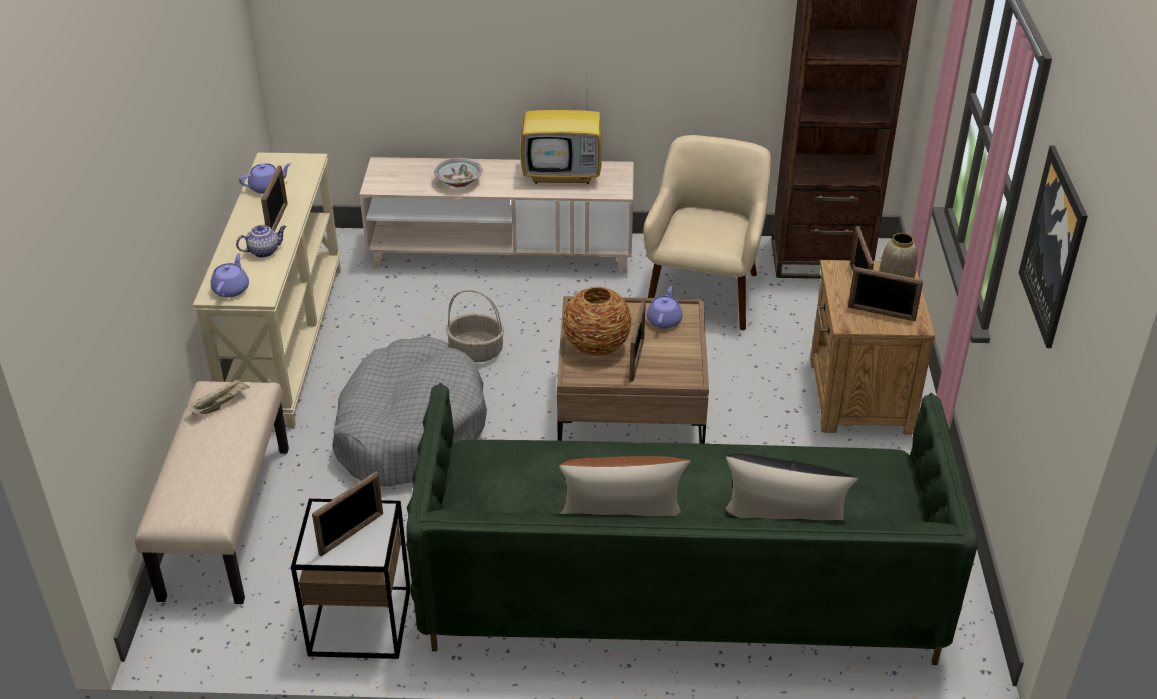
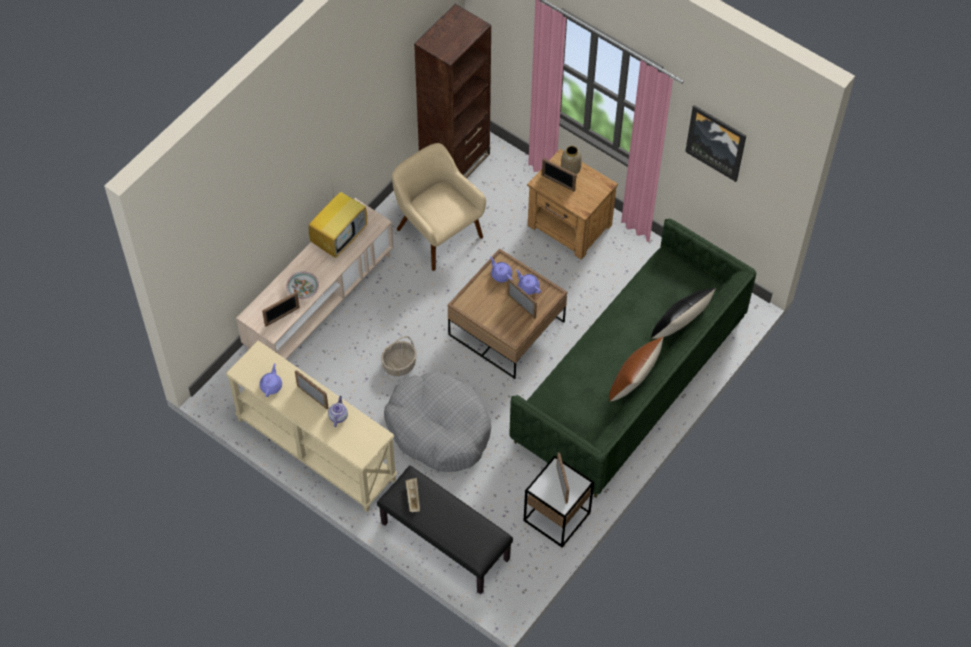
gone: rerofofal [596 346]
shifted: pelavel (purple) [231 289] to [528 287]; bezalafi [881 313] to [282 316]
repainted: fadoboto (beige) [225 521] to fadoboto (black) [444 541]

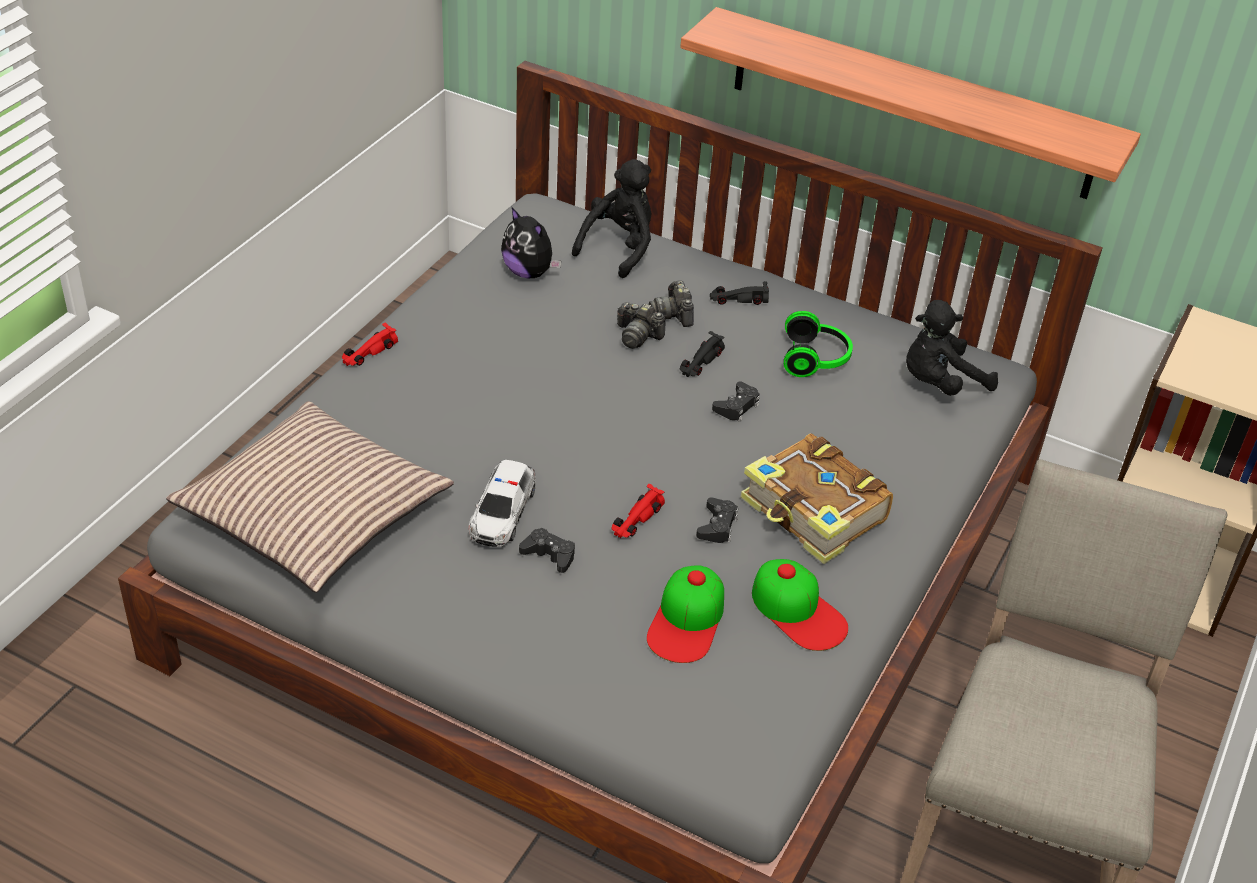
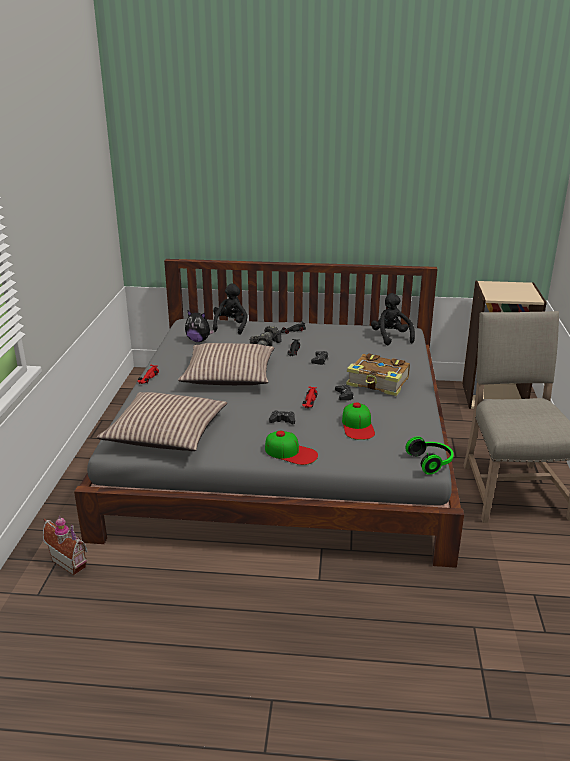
gone: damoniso [502 512]; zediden [911 104]
new: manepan [71 561]; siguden [229 375]
shifted: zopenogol [798 611] to [291 452]; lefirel [816 359] to [431 462]
rotated: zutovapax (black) [939 383] = [391 337] 120 degrees clockwise

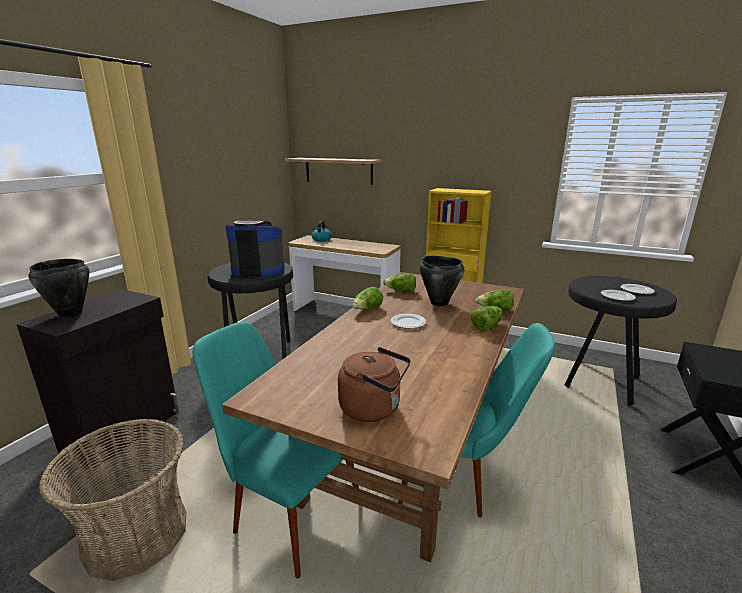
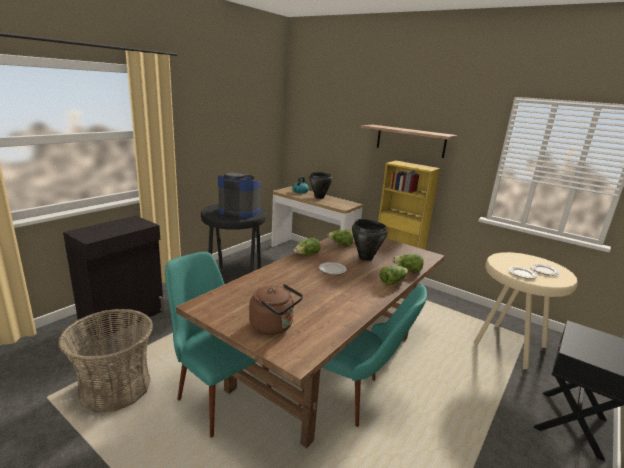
shifted: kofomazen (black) [70 313] to [319 197]; zediden [338 171] to [410 141]
repainted: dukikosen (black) [600 383] to dukikosen (beige) [508 346]

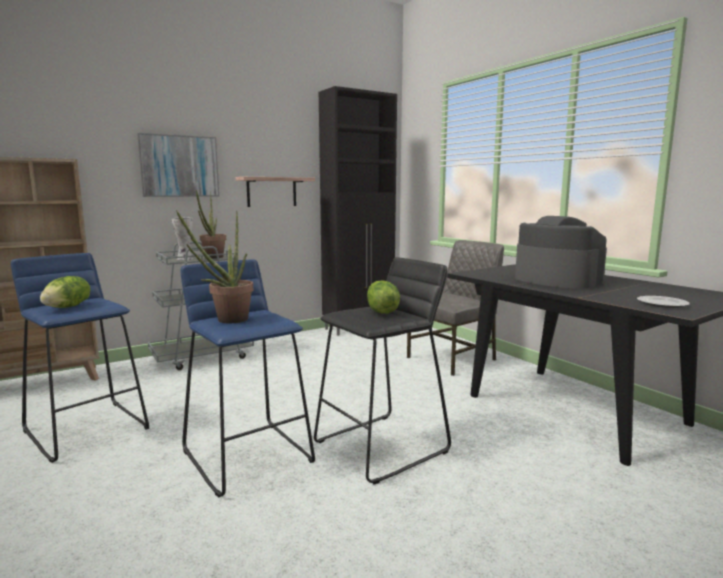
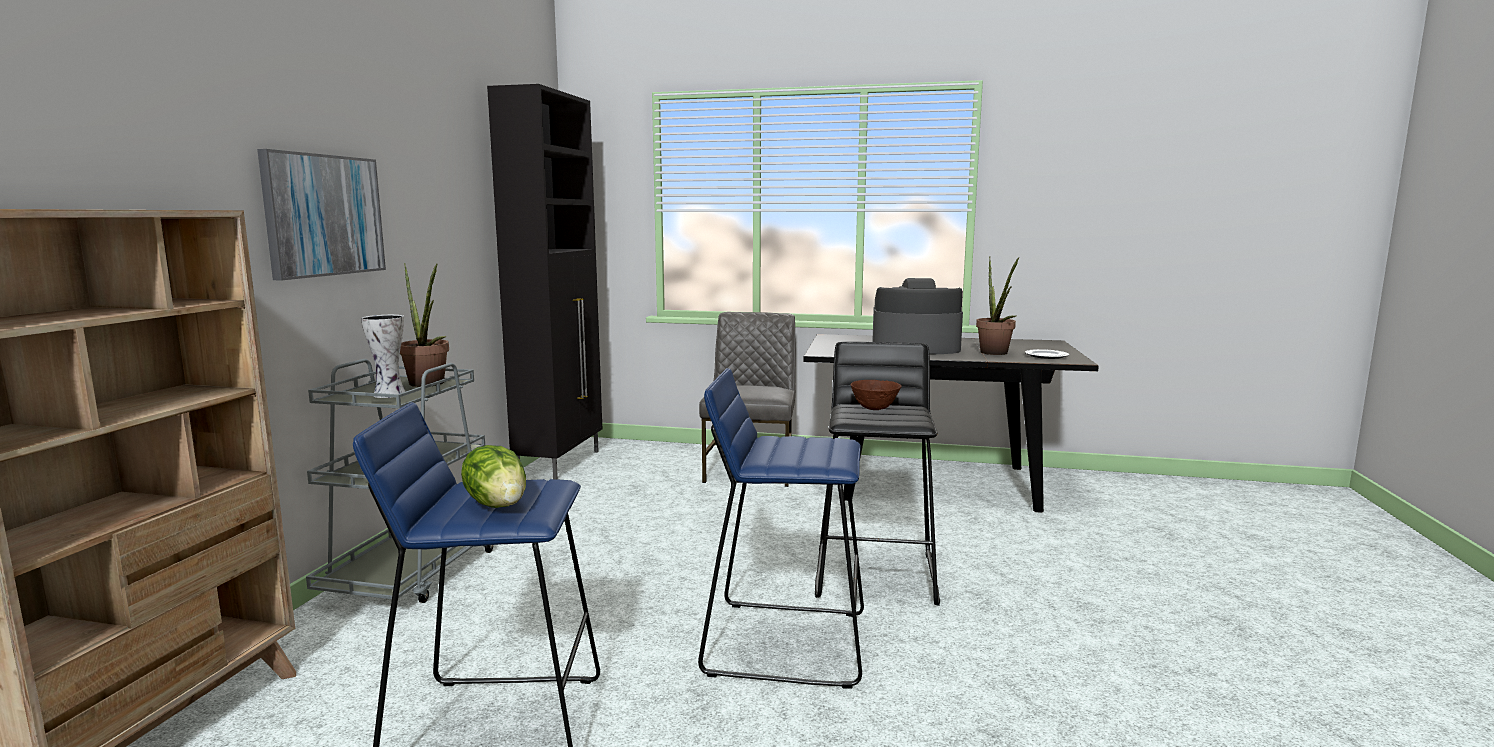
gone: zediden [271 192]
shifted: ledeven [227 321] to [996 353]
swapped: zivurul [381 311] to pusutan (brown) [875 409]

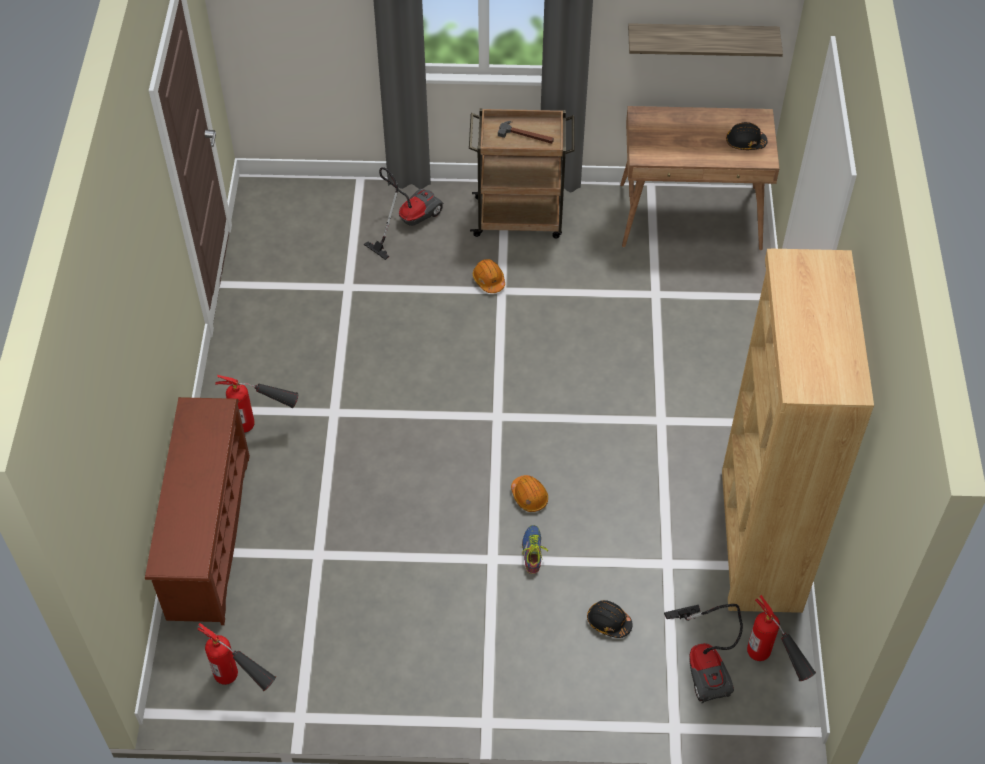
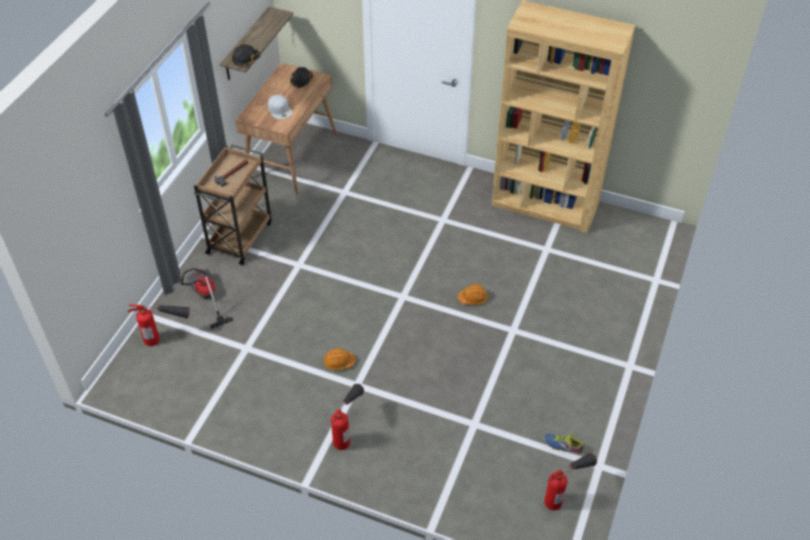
gone: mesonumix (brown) [207 535]; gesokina [705 663]
new: zopenogol (white) [280 109]
shifted: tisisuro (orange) [489 280] to [339 362]; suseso [532 551] to [563 445]; tisisuro (black) [608 622] to [245 60]; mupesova [773 668] to [166 337]

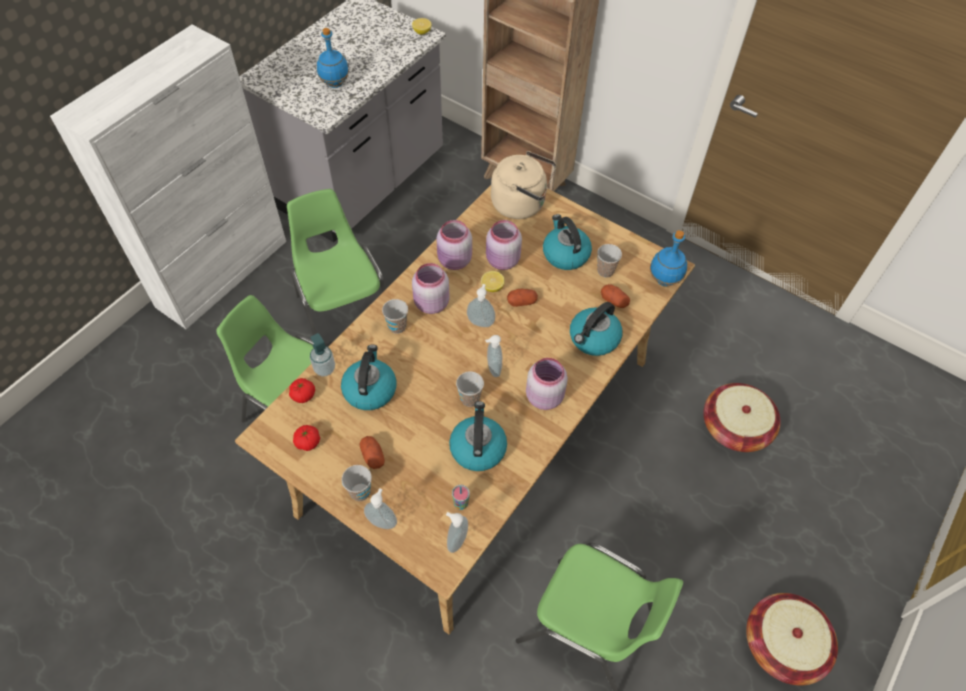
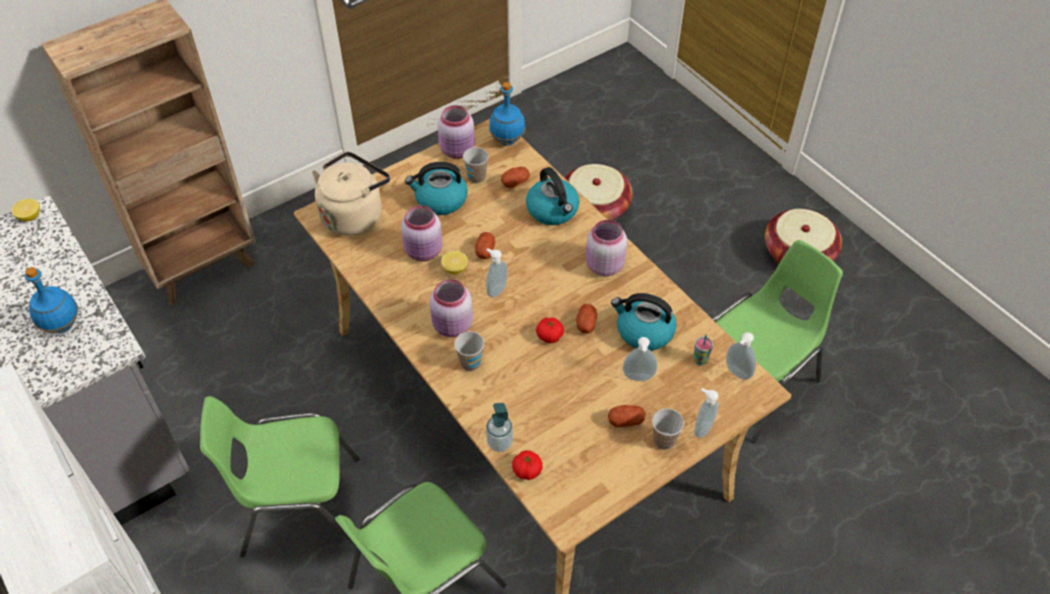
gone: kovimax [370 389]
shifted: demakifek [308 442] to [549 336]; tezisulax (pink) [454 261] to [458 150]; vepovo [492 369] to [638 378]
swapped: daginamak [470 399] to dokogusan [586 323]

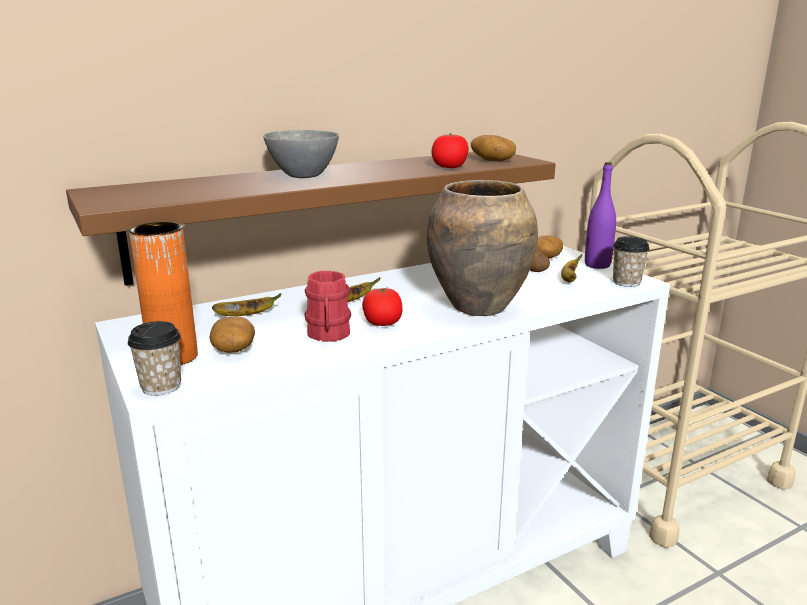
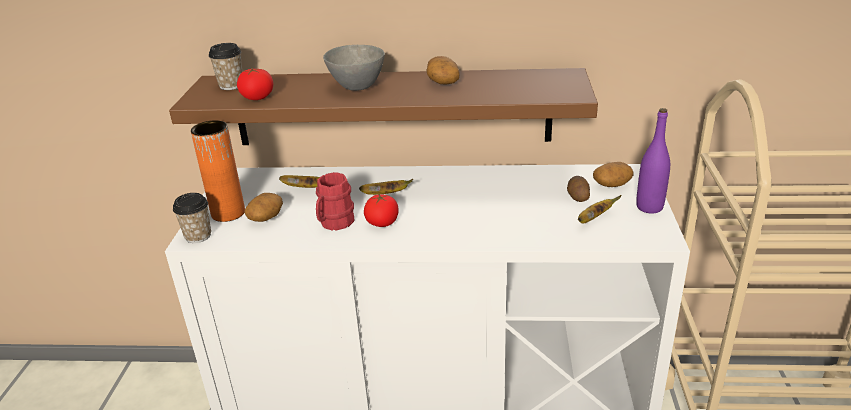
gone: rerofofal (brown) [480 307]
shifted: demakifek [449 167] to [257 97]; dokogusan [491 160] to [442 81]; daginamak [626 282] to [231 85]

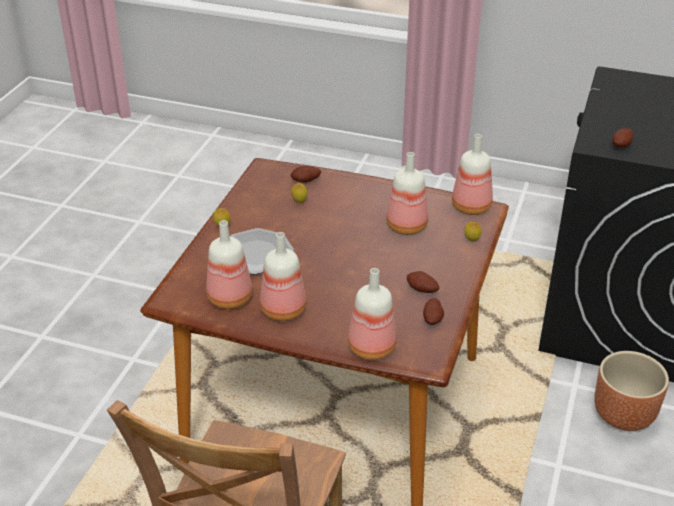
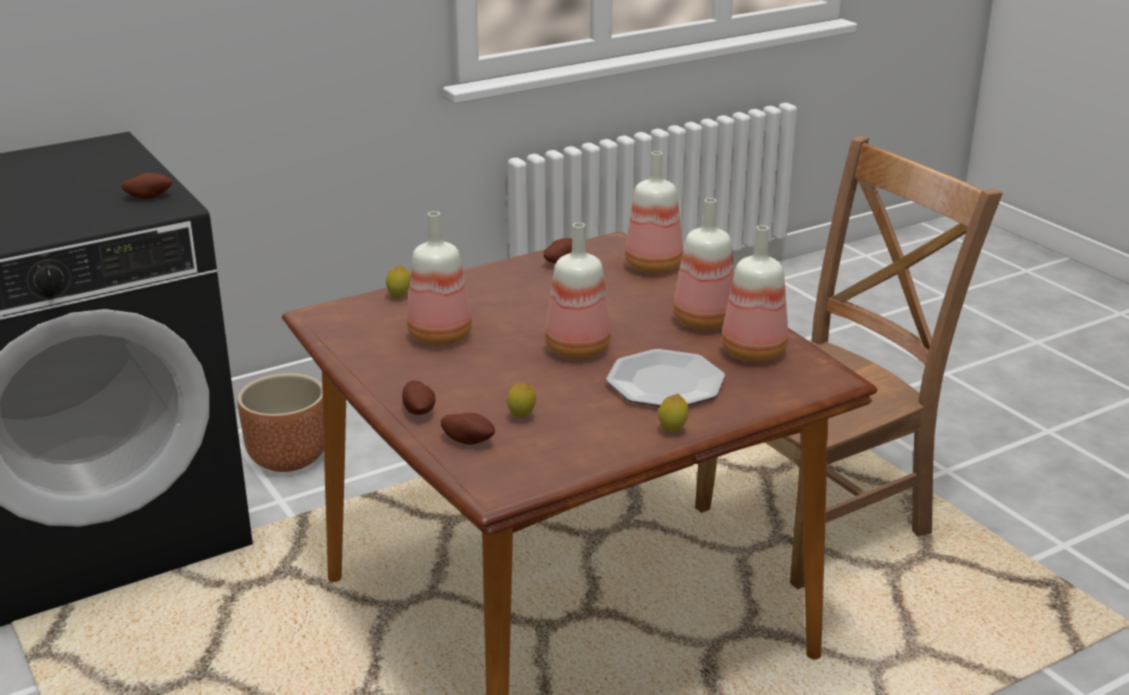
shifted: dokogusan [421 290] to [419 411]; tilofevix [472 206] to [575 349]

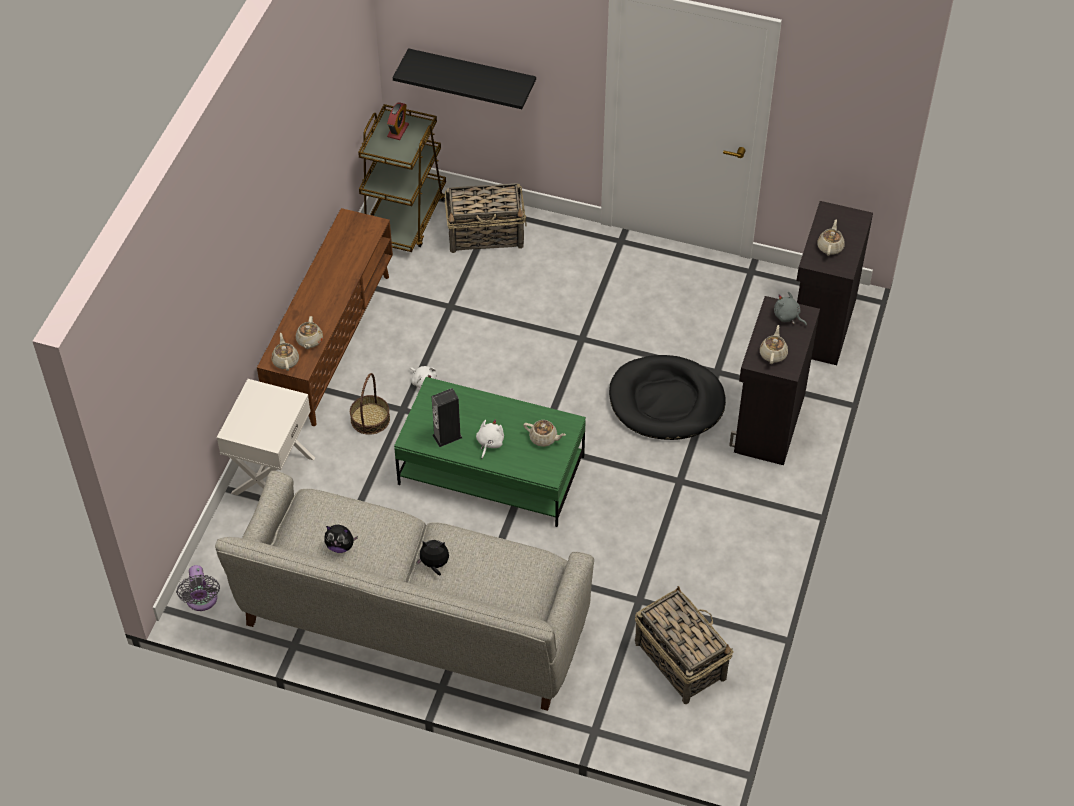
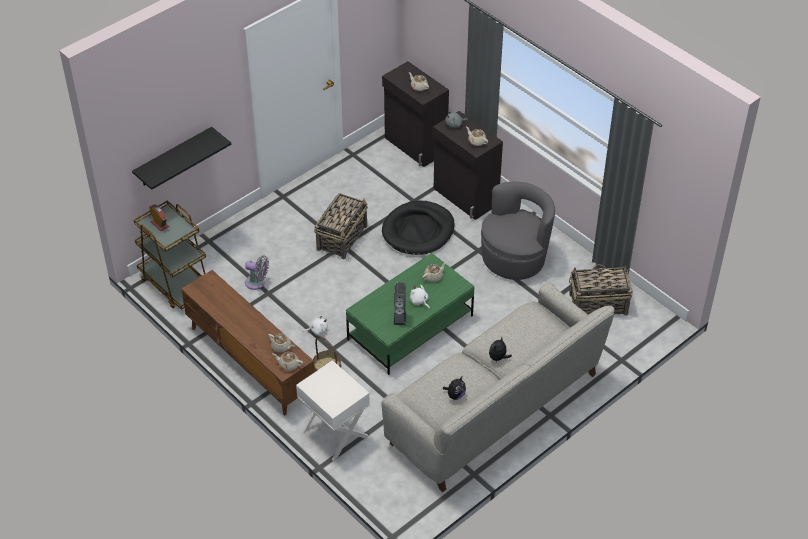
new: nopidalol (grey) [514 258]
shifted: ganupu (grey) [202 601] to [257 283]; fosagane [486 234] to [342 237]

